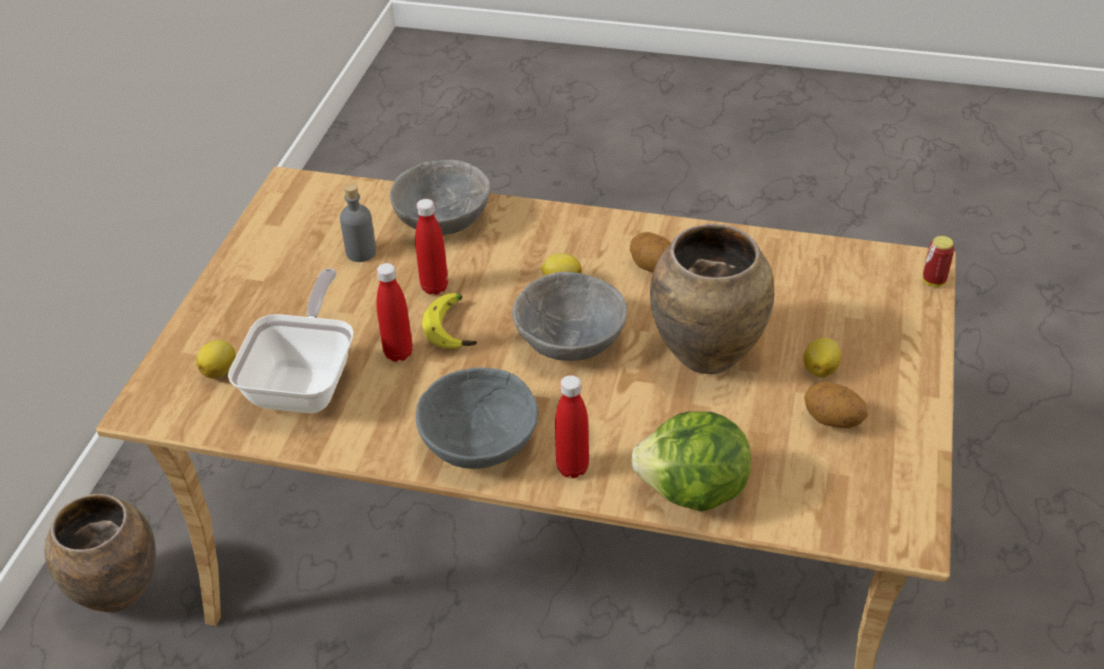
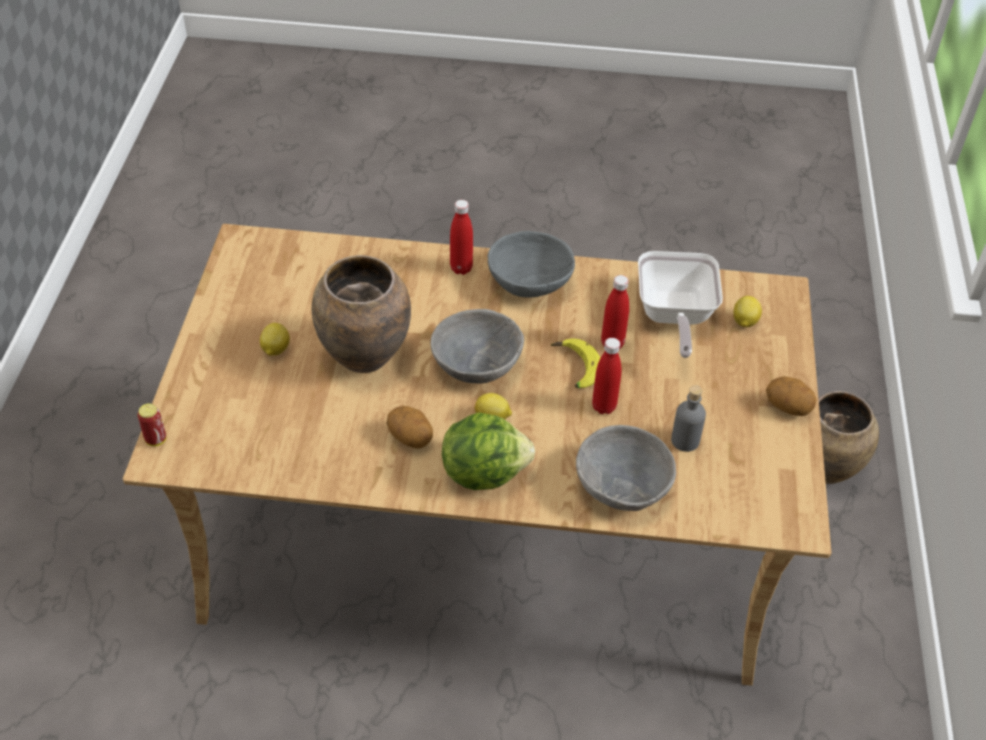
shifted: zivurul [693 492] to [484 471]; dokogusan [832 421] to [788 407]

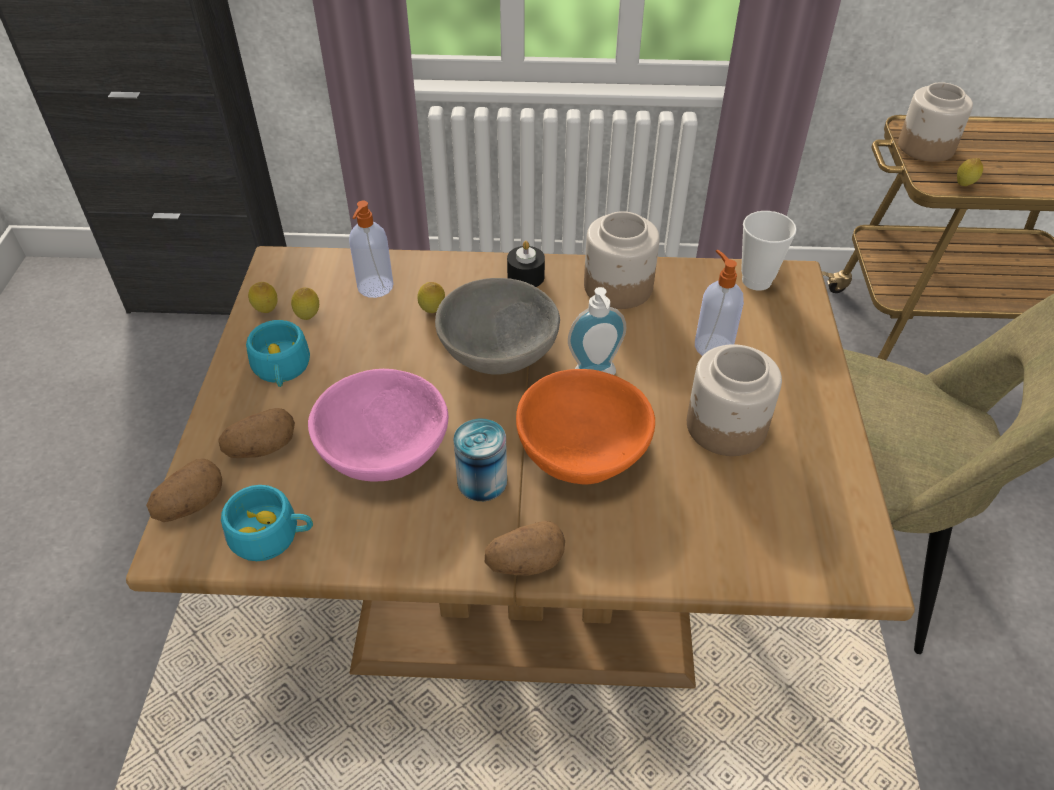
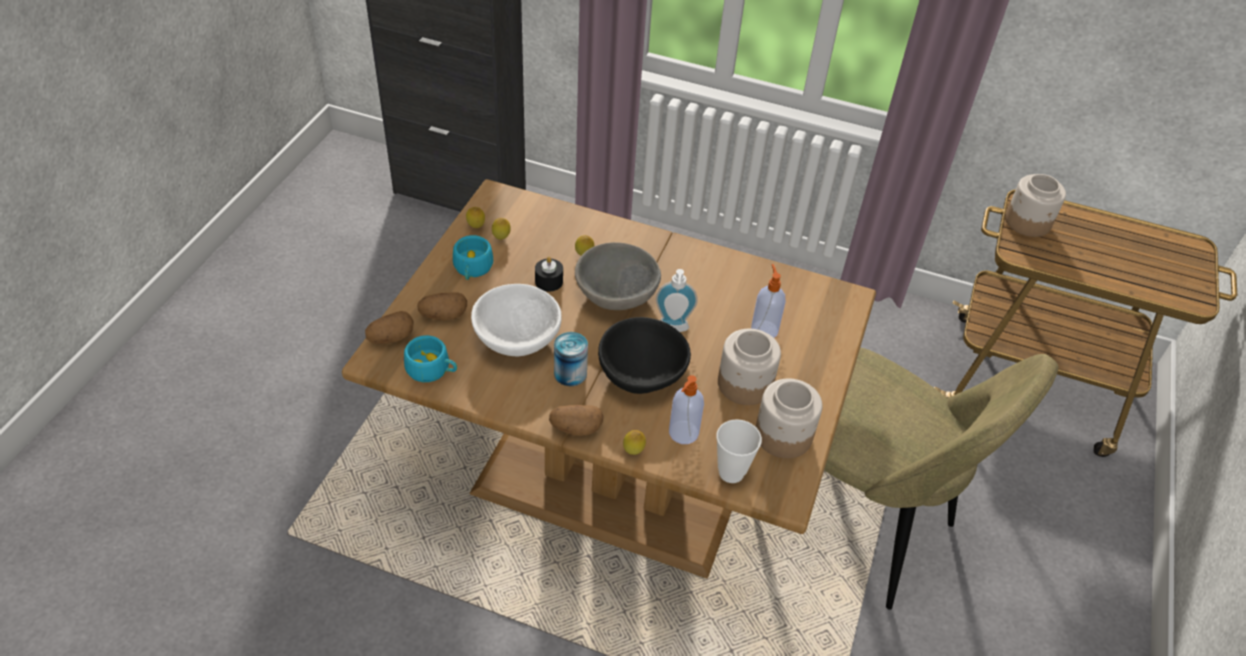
shifted: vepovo [374 287] to [683 433]; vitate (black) [526 277] to [549 281]; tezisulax [617 287] to [782 435]; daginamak [756 281] to [731 472]; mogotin [964 185] to [633 452]
repainted: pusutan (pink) [386 451] to pusutan (white) [518 338]; pusutan (orange) [581 454] to pusutan (black) [641 374]

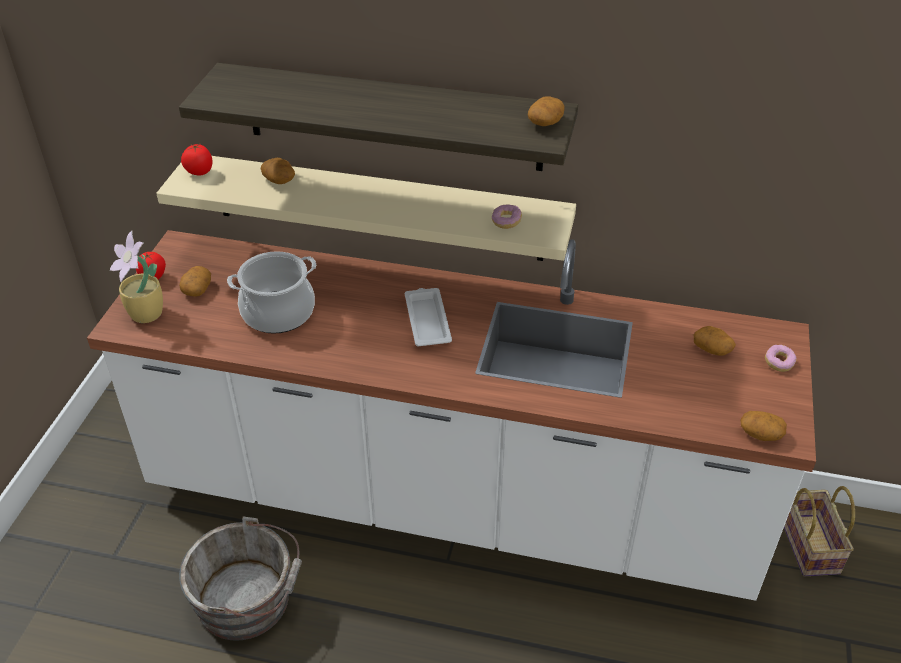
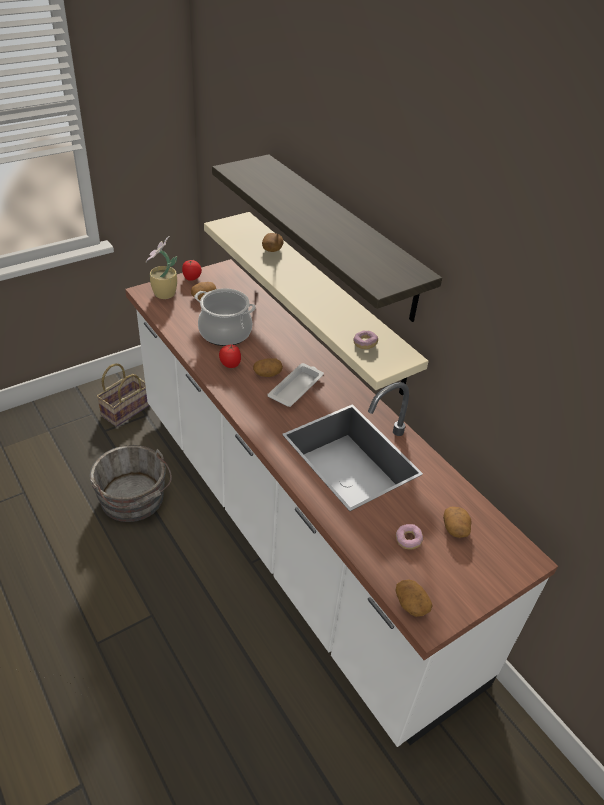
shifted: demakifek [199 172] to [230 364]; dokogusan [545 123] to [267 374]; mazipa [778 363] to [408 540]; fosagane [807 544] to [126 409]

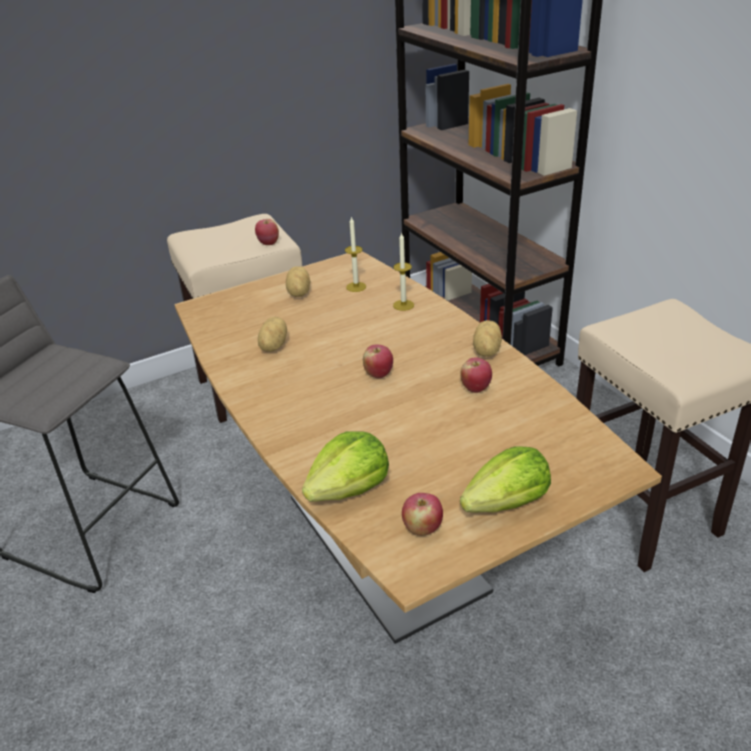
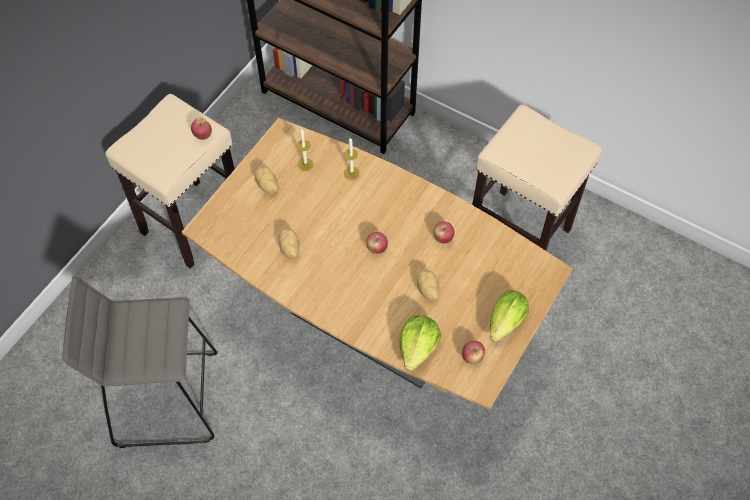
shifted: dokogusan [485 351] to [427 290]

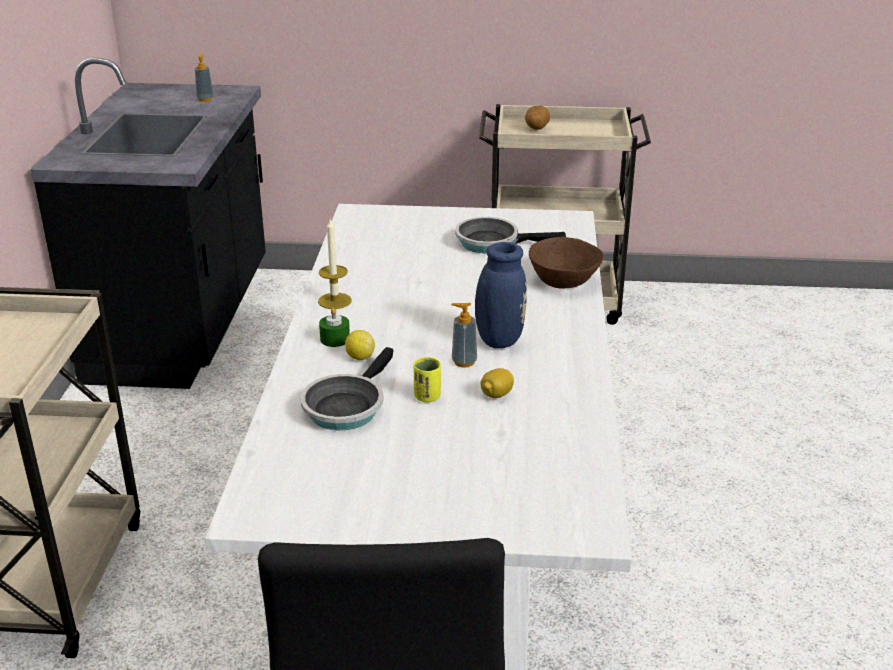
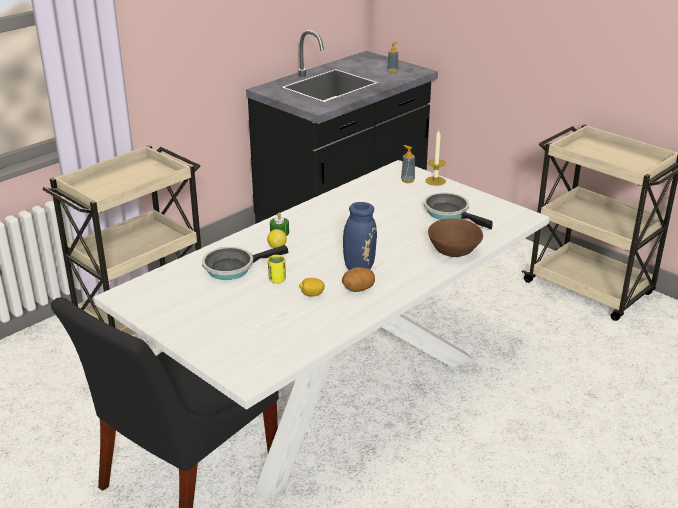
shifted: vitate [334 301] to [435 181]; vepovo [464 362] to [407 180]; dokogusan [536 128] to [358 289]

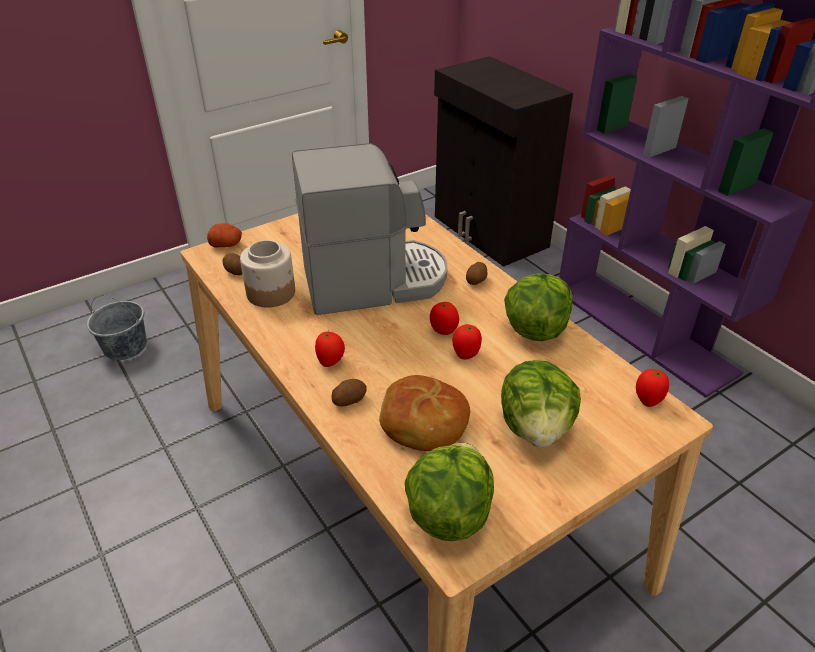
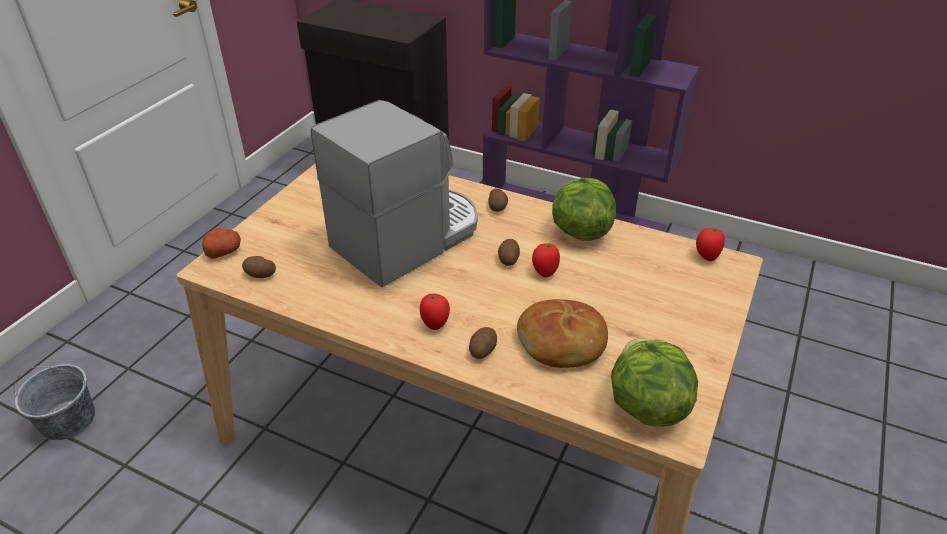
gone: tezisulax [271 293]; zivurul [536 427]
swapped: demakifek [443 330] to dokogusan [508 259]

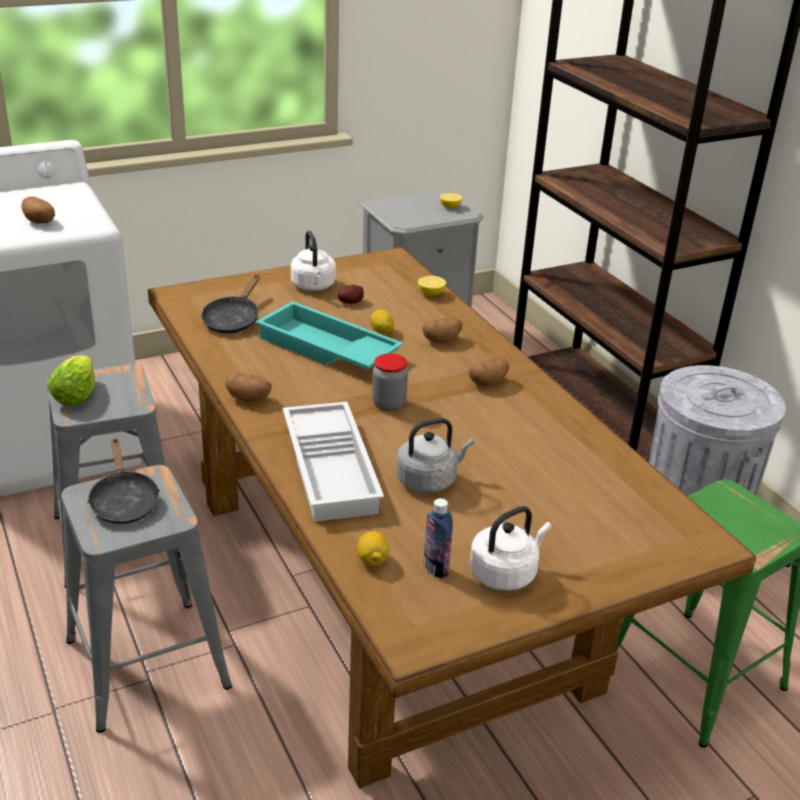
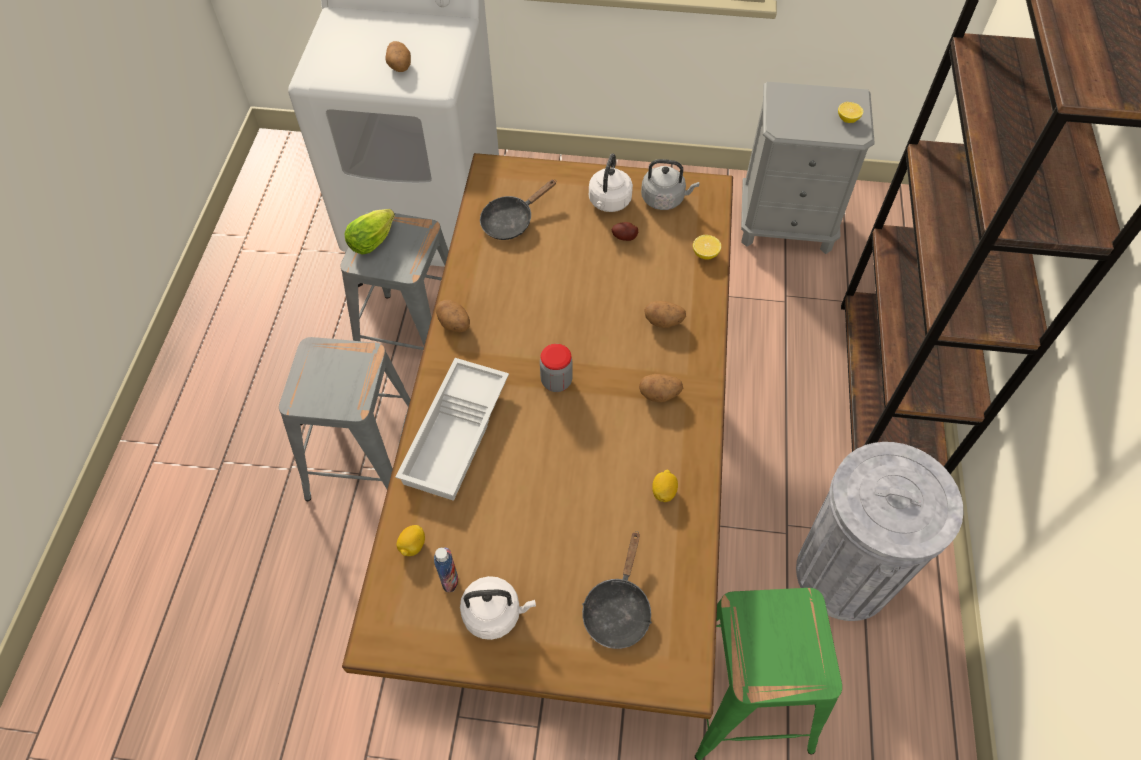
gone: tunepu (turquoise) [325 349]
shifted: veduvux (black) [124 501] to [618 609]; mogotin [381 331] to [664 491]; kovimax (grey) [429 480] to [665 199]

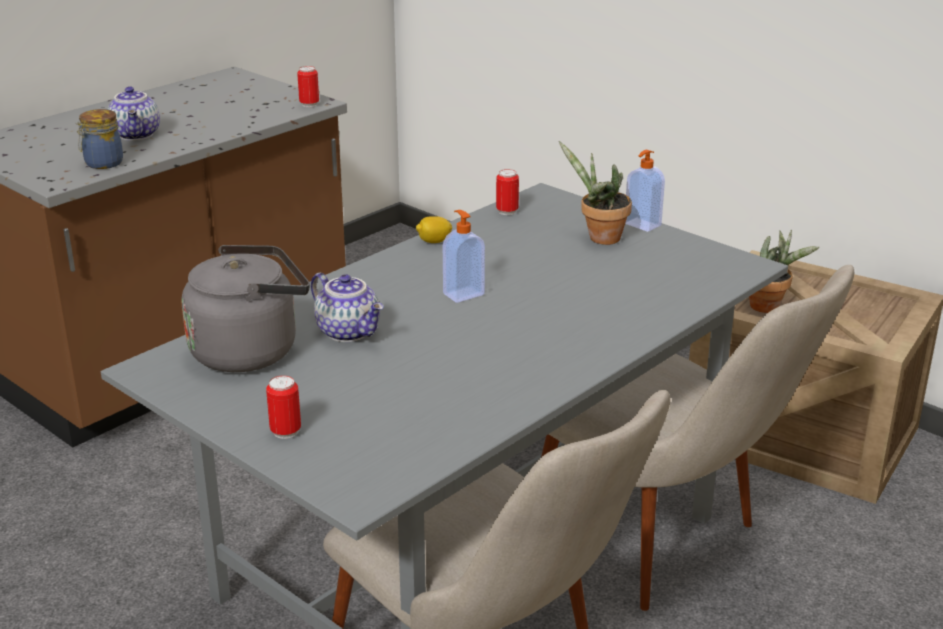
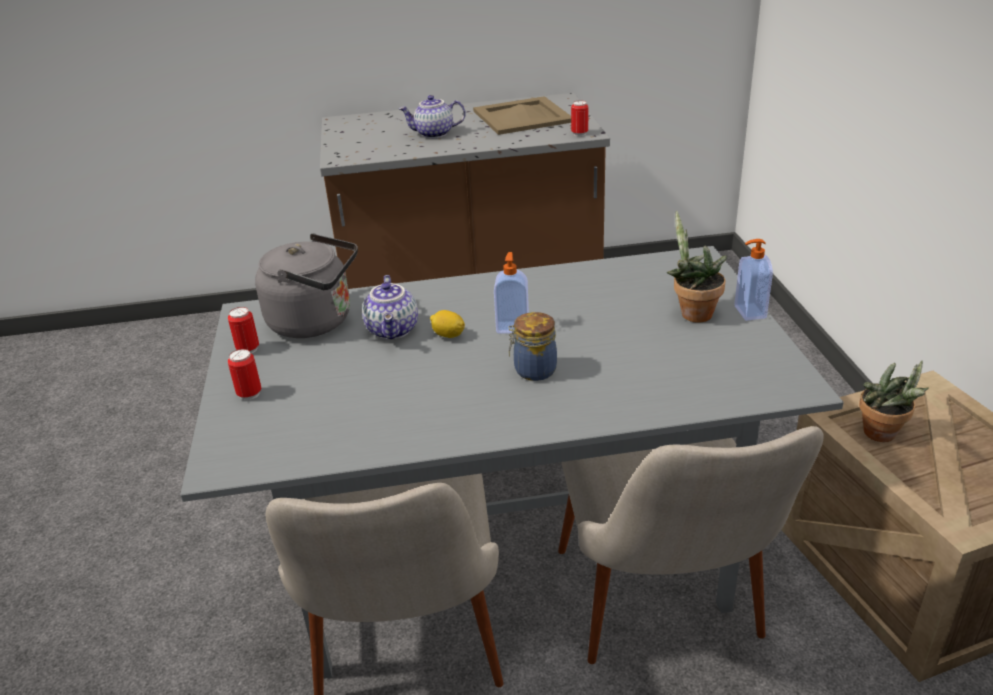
new: tunepu (beige) [521 116]
shifted: tezisulax [102 163] to [533 370]; mogotin [434 242] to [448 335]; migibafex [507 211] to [248 349]
rotated: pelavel [137 135] = [434 134] 60 degrees clockwise

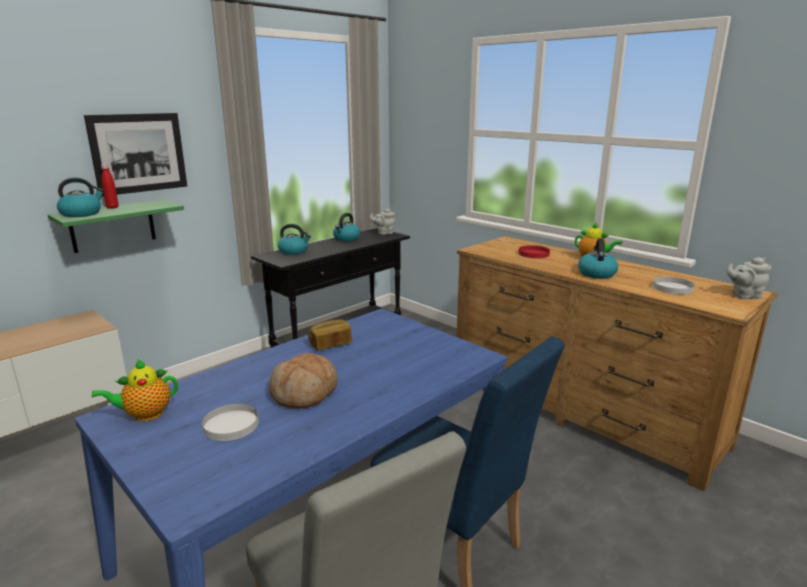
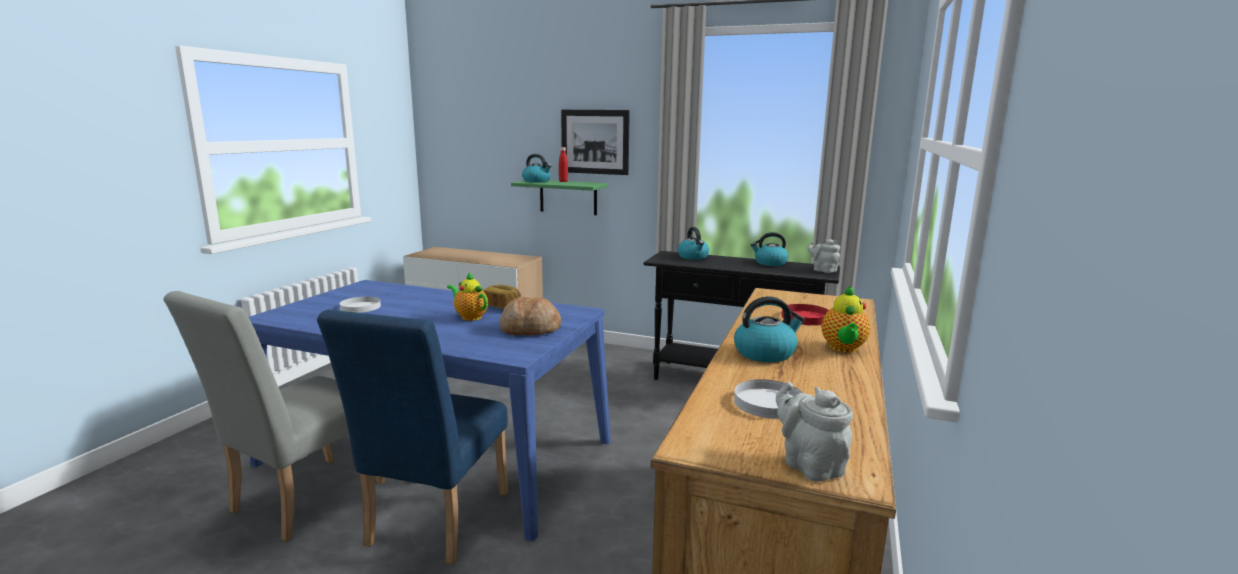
shifted: pelavel [145 415] to [470 317]; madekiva [305 393] to [529 329]

